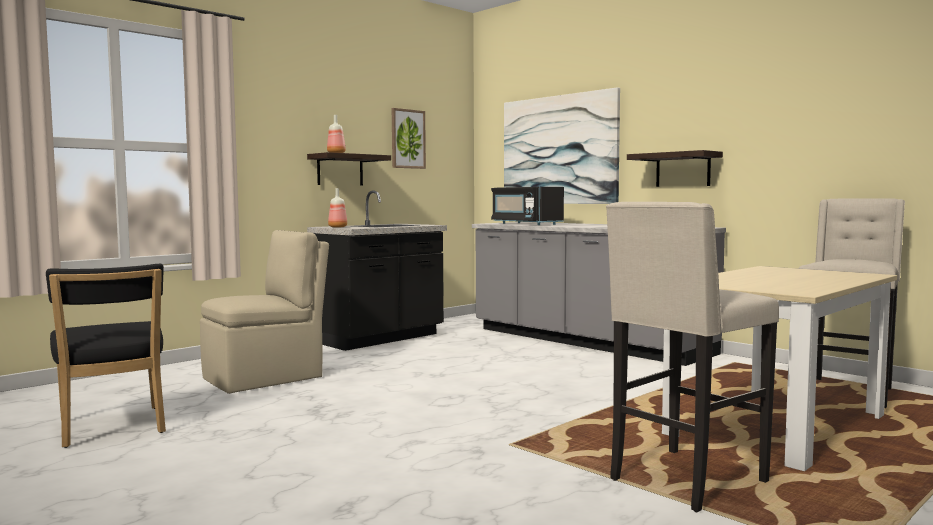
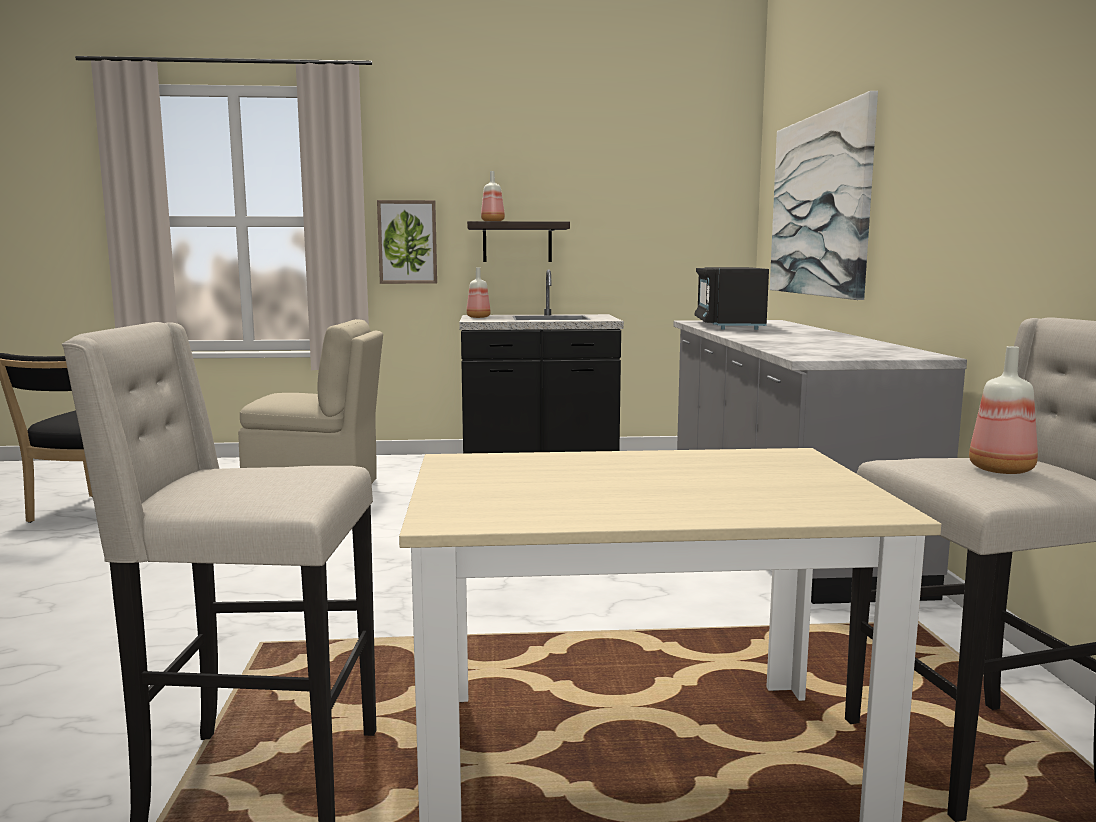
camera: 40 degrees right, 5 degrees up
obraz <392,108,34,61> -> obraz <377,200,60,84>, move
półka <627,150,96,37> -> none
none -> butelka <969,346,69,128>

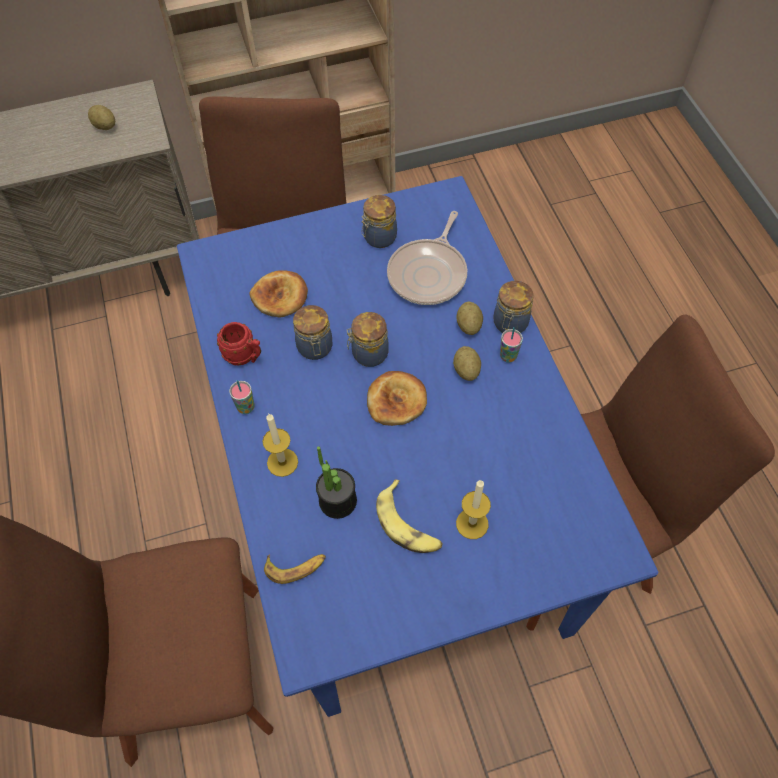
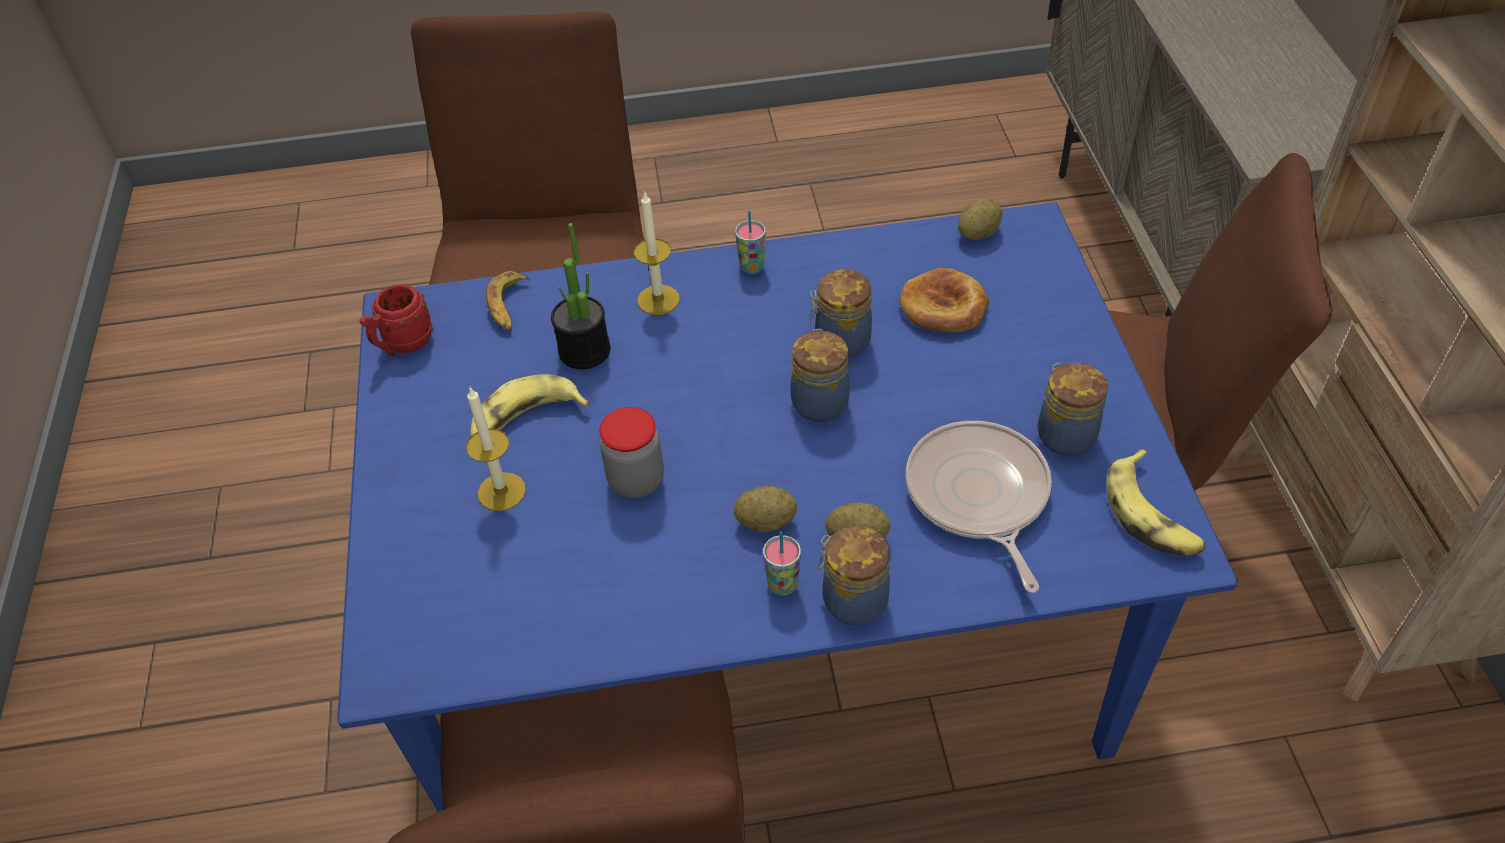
camera: 100 degrees right, 10 degrees down
ziemniak <88,105,27,25> -> ziemniak <958,198,44,42>, move
kubek (czerwony) <217,322,44,43> -> kubek (czerwony) <359,284,74,72>, move
chleb <367,371,60,55> -> none
patelnia <387,211,80,94> -> patelnia <906,421,146,172>, 45 degrees clockwise
none -> słoik <599,407,65,91>
none -> banan <1106,449,100,106>

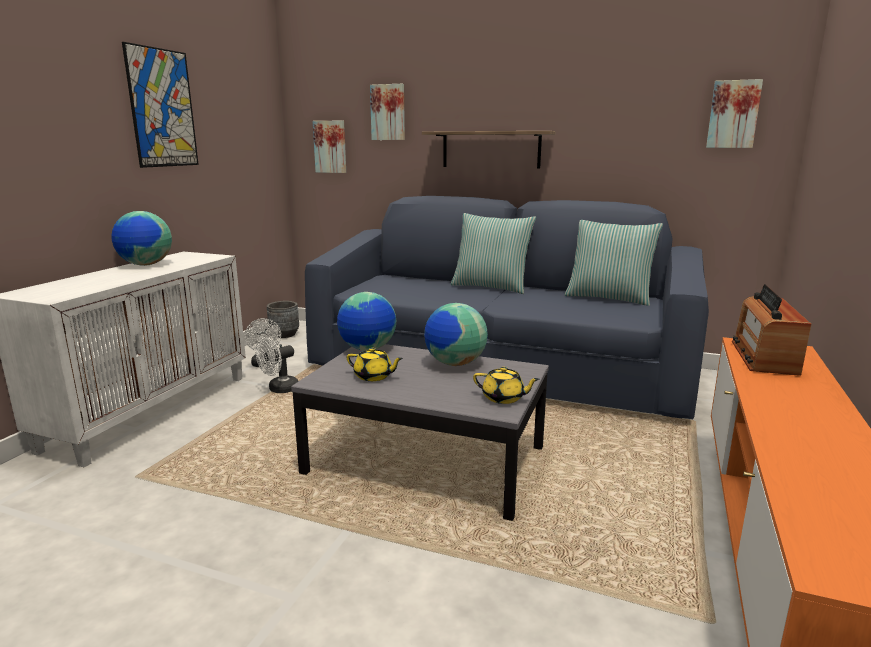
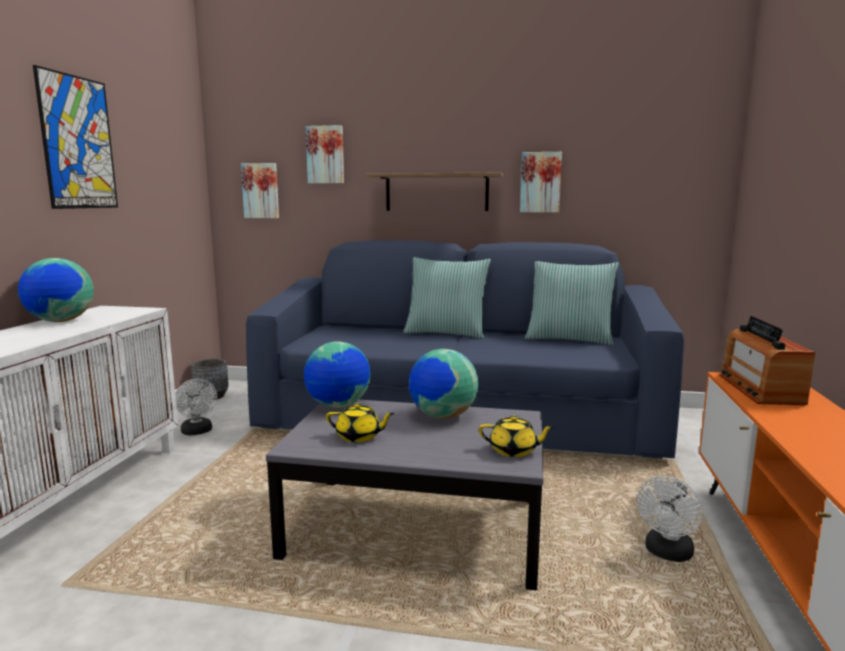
camera: 10 degrees left, 5 degrees down
wentylator (biały) <256,338,43,55> -> wentylator (biały) <637,476,66,86>, move
obraz <706,79,57,69> -> obraz <520,152,42,60>, move

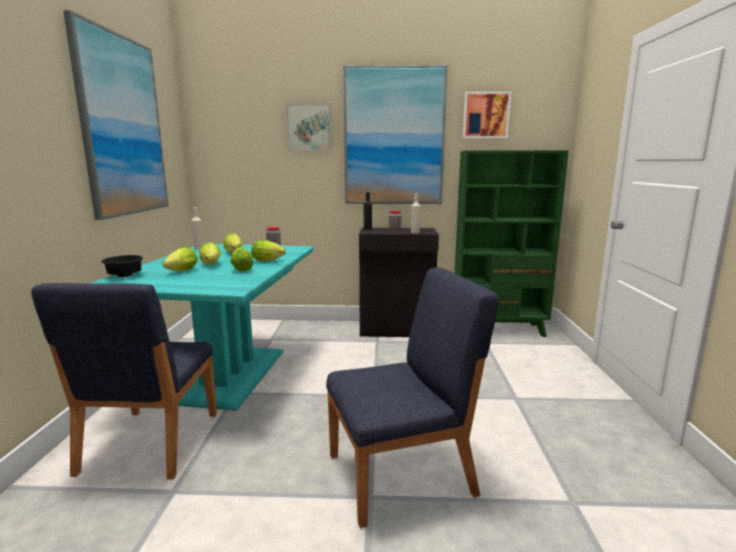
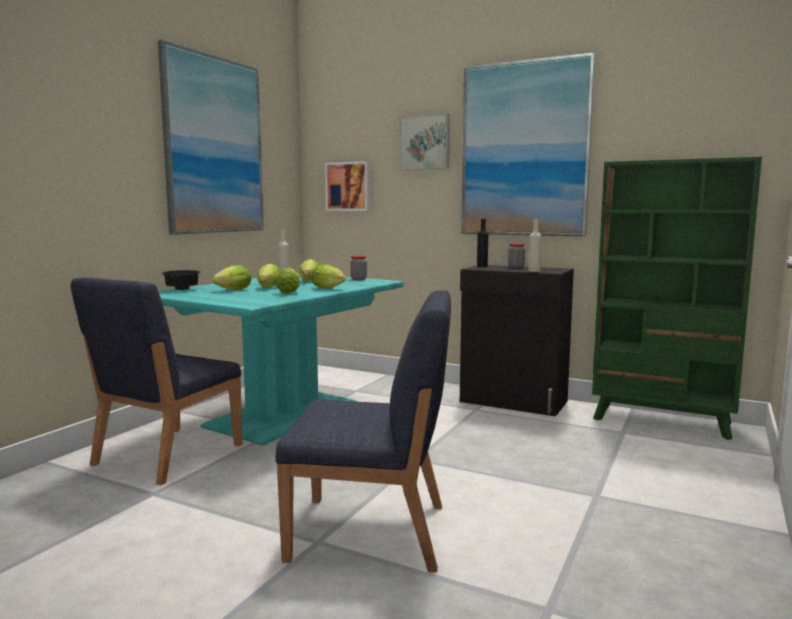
camera: 25 degrees right, 5 degrees down
obraz <463,91,48,47> -> obraz <325,161,45,50>, move

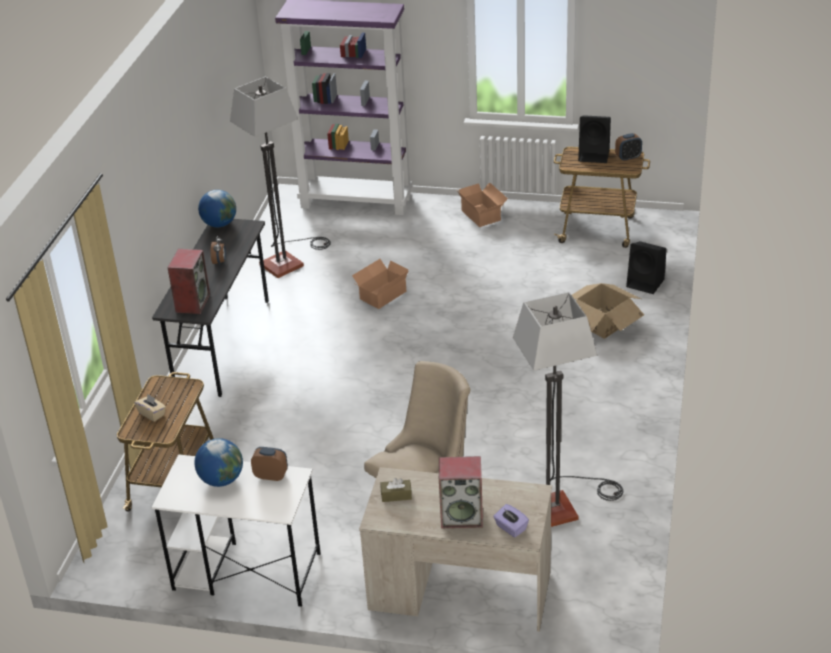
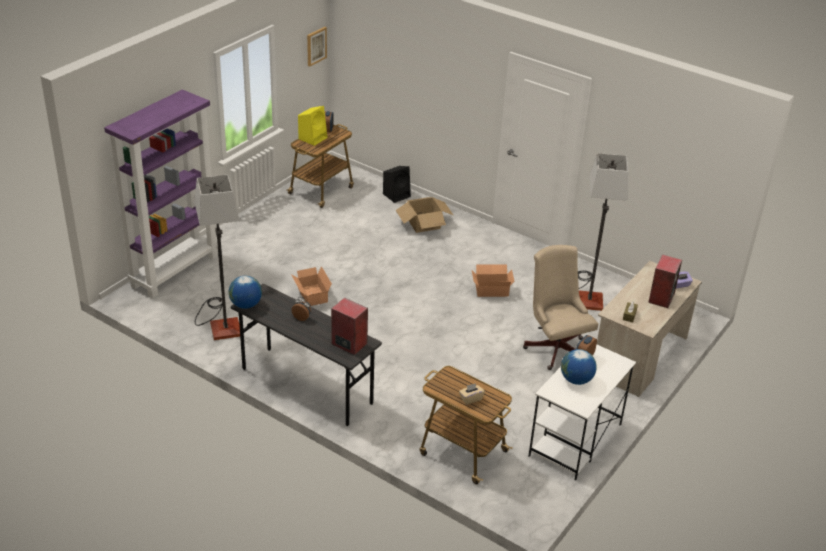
camera: 70 degrees left, 0 degrees up
karton <457,183,51,44> -> karton <472,264,42,33>, move
głośnik (czarny) <578,115,33,48> -> głośnik (żółty) <298,106,30,40>
none -> obraz <307,27,20,40>

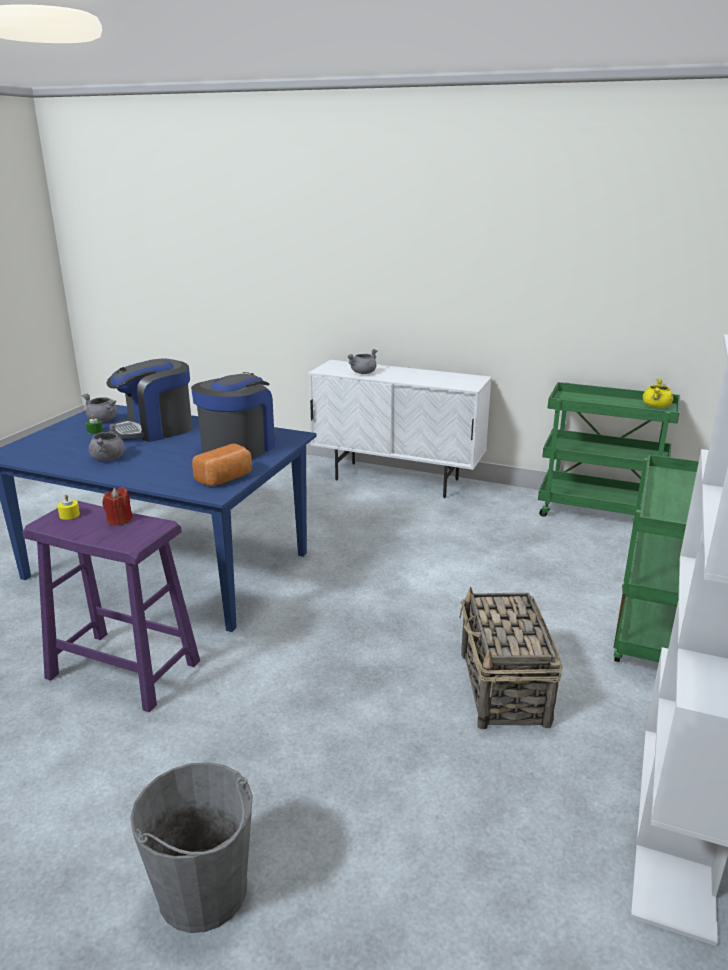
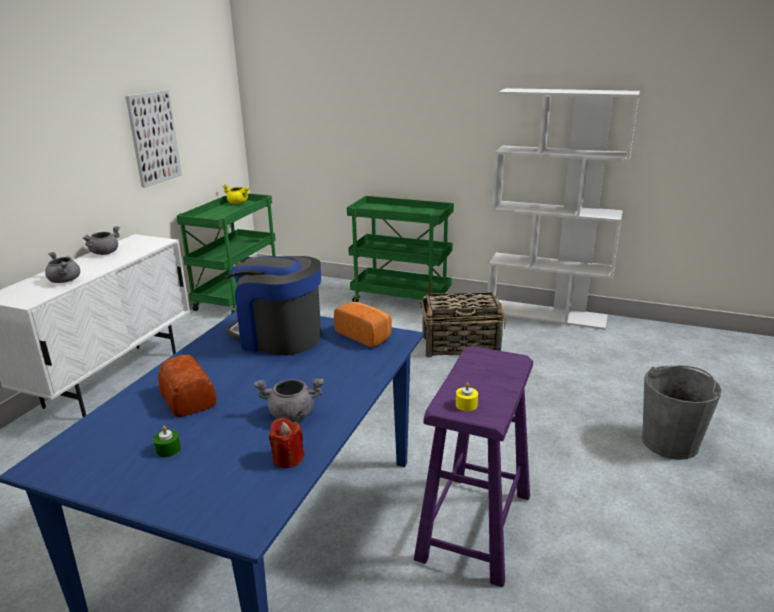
camera: 90 degrees left, 0 degrees up
garnek (szary) <82,393,35,29> -> garnek (szary) <83,226,37,29>, move
świeca (czerwony) <102,487,31,39> -> świeca (czerwony) <269,417,35,51>, move
ekspres do kawy <107,359,85,83> -> chleb <158,355,59,62>
none -> obraz <126,90,56,98>

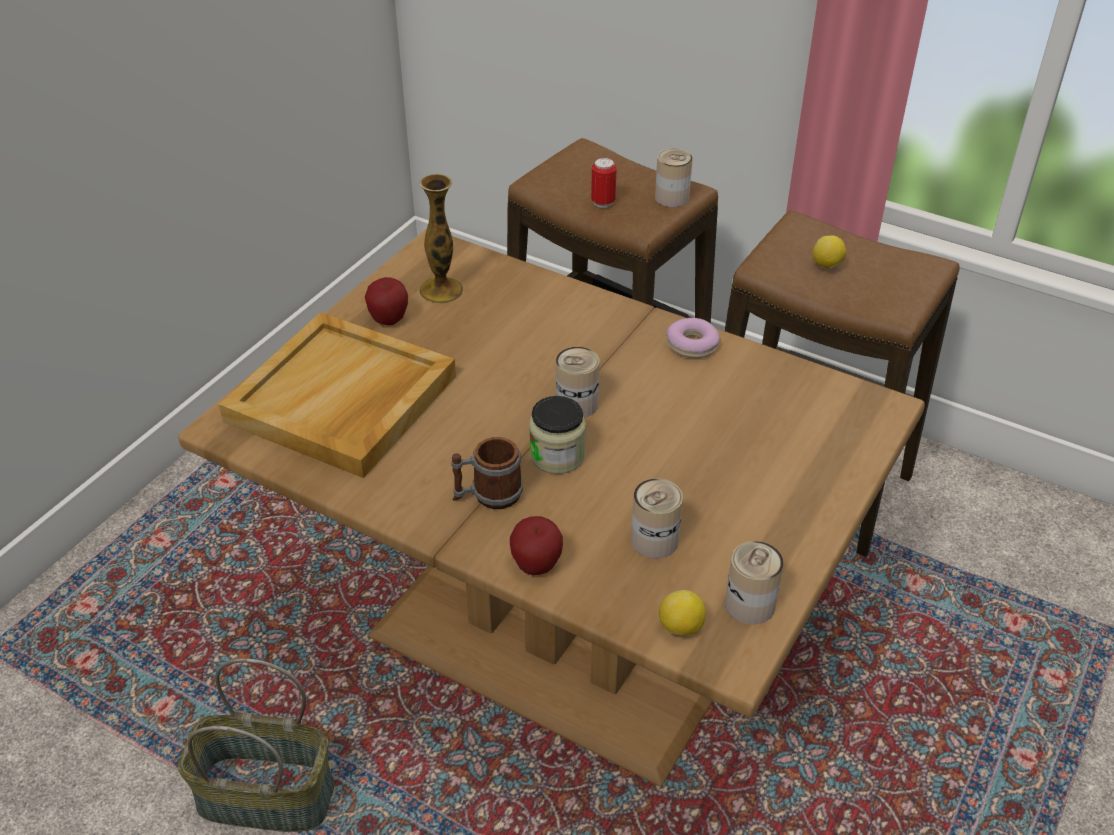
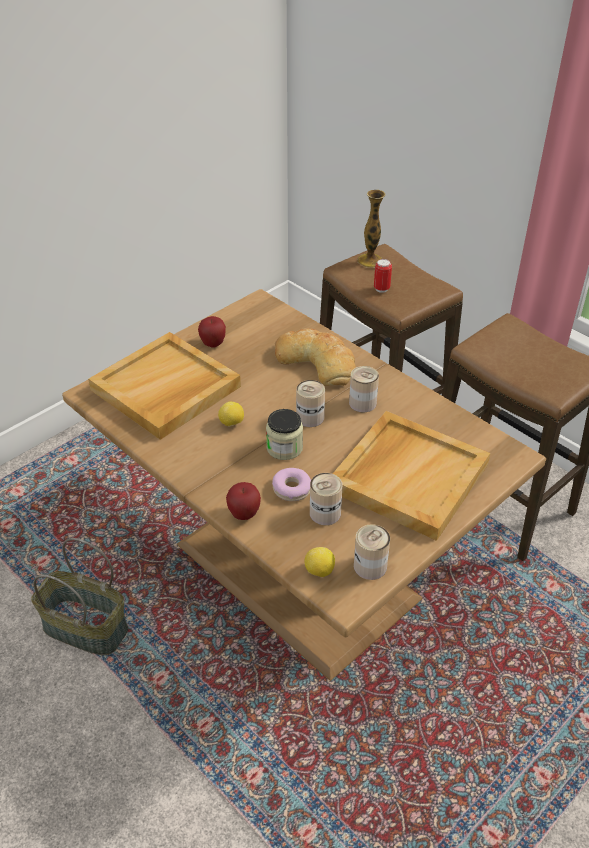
camera: 15 degrees right, 0 degrees up
wazon <419,174,45,130> -> wazon <357,190,29,78>, move
kubek <451,437,72,72> -> none
puszka <655,149,38,58> -> puszka <349,366,30,46>, move
donut <666,318,54,40> -> donut <272,468,39,33>, move
cytryna <812,235,34,33> -> cytryna <218,401,26,26>, move
none -> chleb <275,328,81,58>
none -> taca (beżowy) <333,411,157,130>

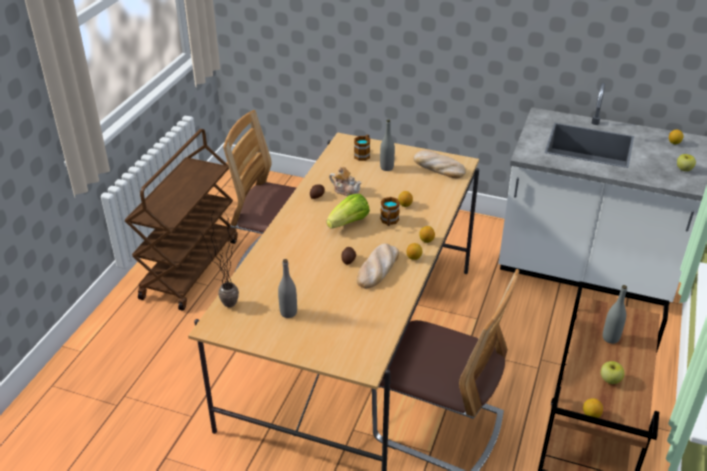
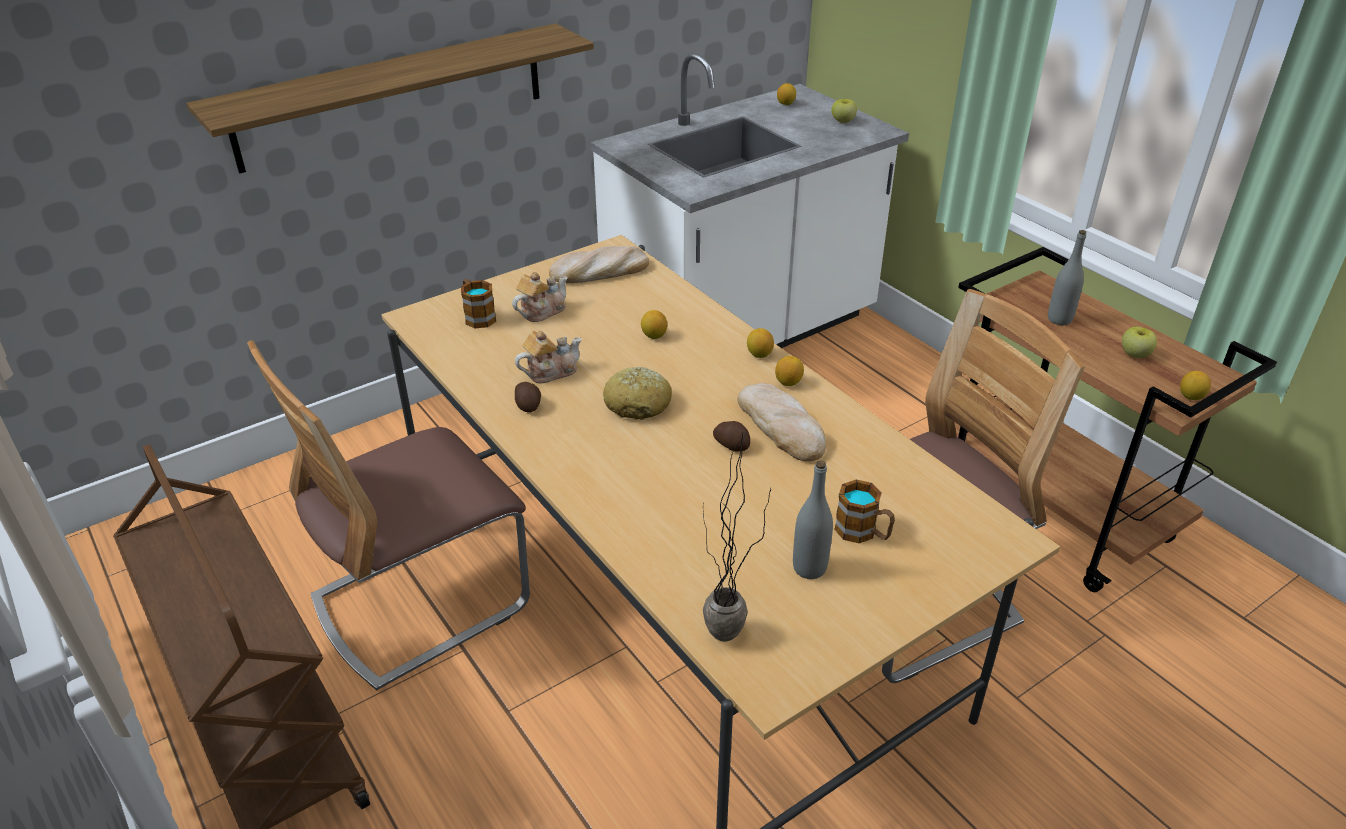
camera: 55 degrees left, 0 degrees up
sałata <327,194,43,35> -> chleb <603,367,69,53>
butelka (szary) <380,119,15,52> -> imbryk <512,272,55,50>
kubek <380,197,20,29> -> kubek <834,480,61,63>, move
none -> półka <186,23,408,151>

